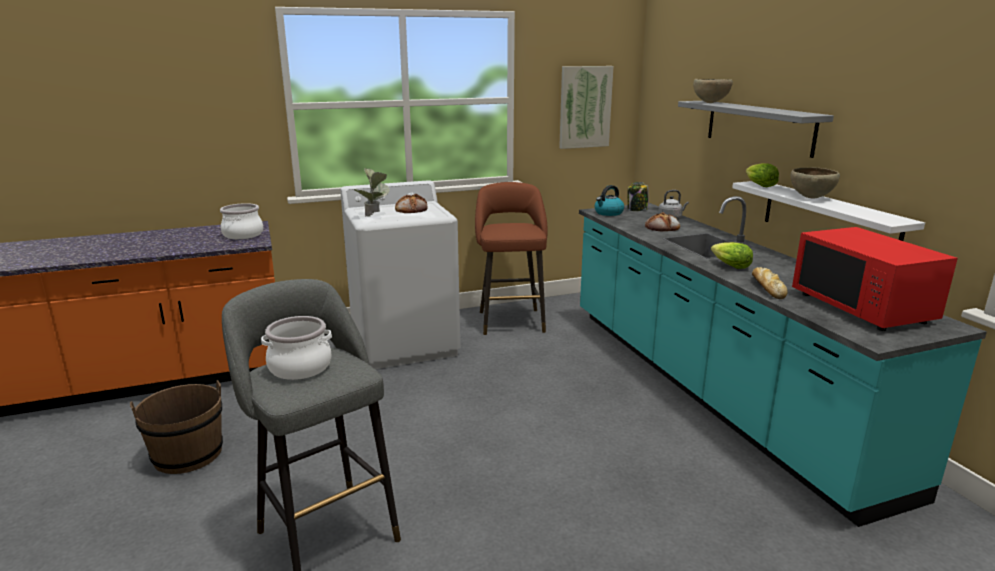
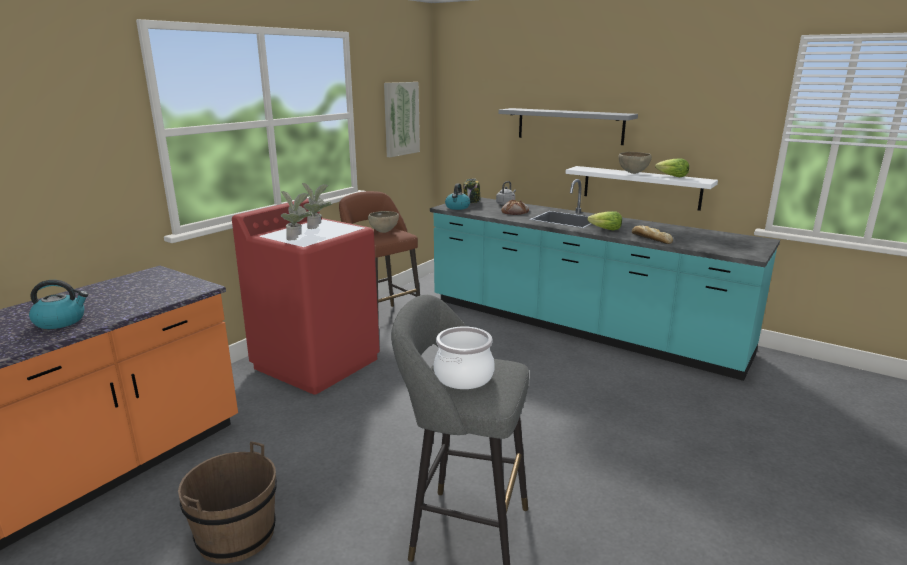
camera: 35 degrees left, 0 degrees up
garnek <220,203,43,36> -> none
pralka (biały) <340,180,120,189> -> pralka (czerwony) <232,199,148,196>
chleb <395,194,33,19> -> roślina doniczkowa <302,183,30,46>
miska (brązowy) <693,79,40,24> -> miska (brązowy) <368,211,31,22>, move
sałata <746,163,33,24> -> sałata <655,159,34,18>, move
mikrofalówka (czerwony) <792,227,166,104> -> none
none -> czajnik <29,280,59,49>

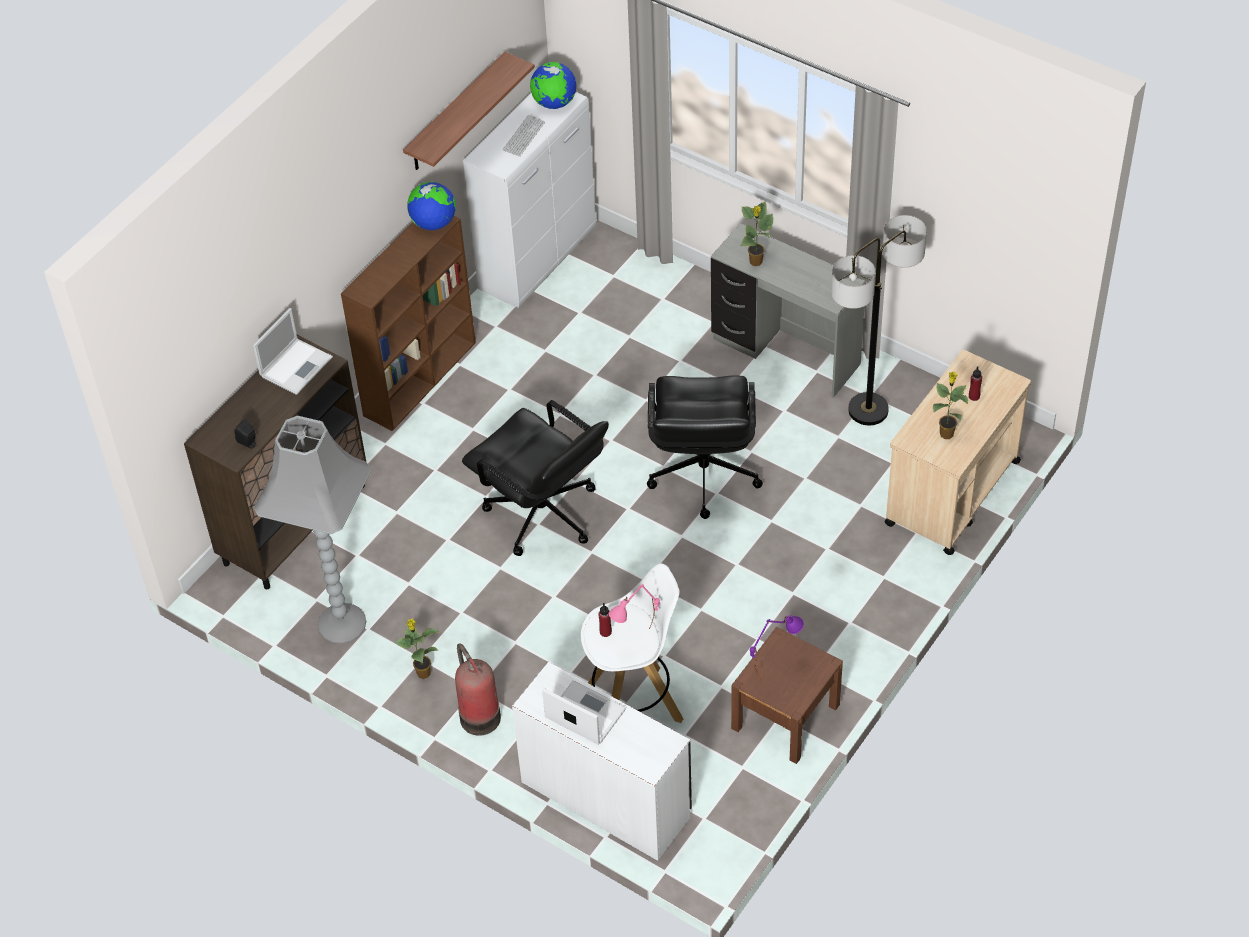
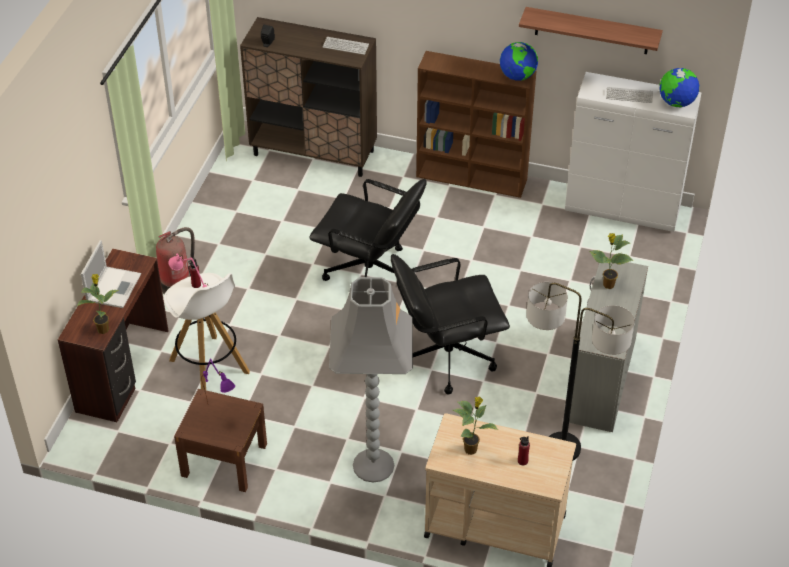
camera: 70 degrees right, 5 degrees down
laptop <253,308,80,87> -> klawiatura <323,37,46,18>
lampa stojąca (szary) <254,416,117,228> -> lampa stojąca (szary) <329,277,84,206>, move
roślina doniczkowa <394,619,45,60> -> roślina doniczkowa <77,274,42,60>, move
krzesło biurowe (czarny) <462,400,147,156> -> krzesło biurowe (czarny) <309,179,118,102>, 90 degrees counterclockwise
biurko (biały) <512,662,180,199> -> biurko (brązowy) <58,249,110,174>

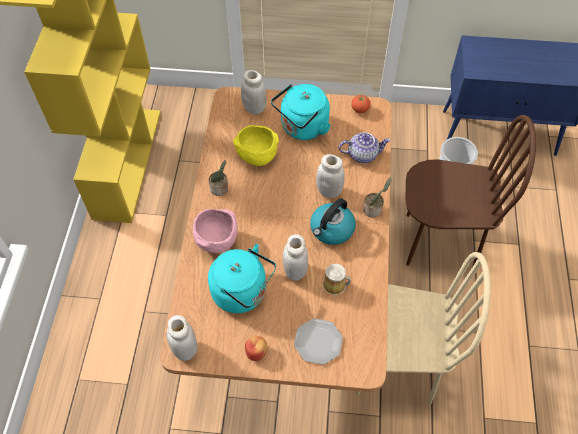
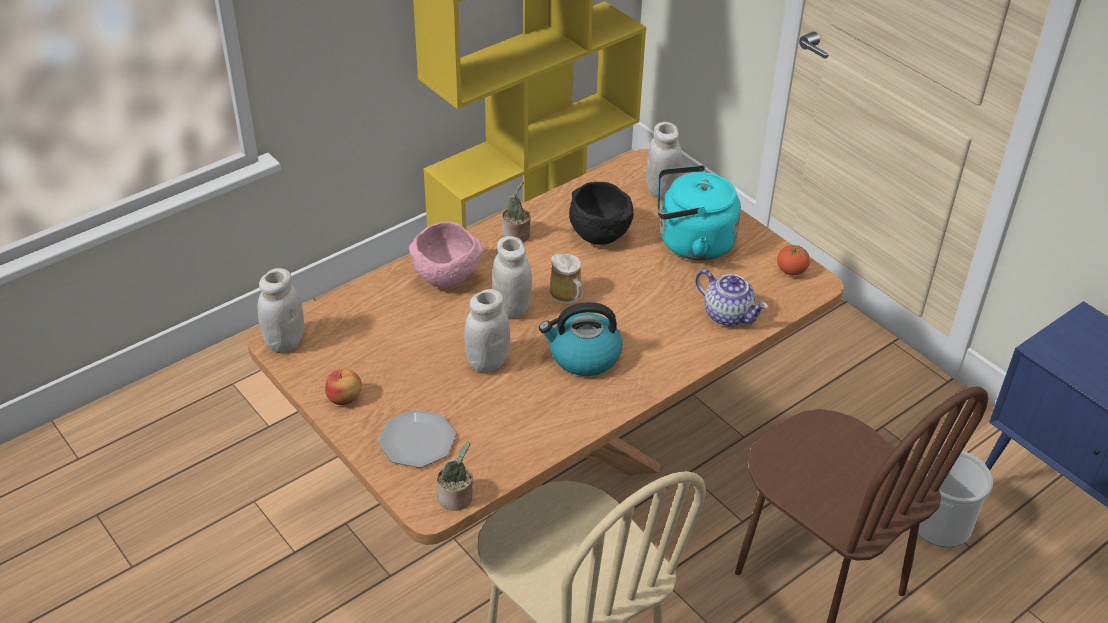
camera: 45 degrees right, 15 degrees down
czajnik (turkusowy) <208,244,68,69> -> none
miska (żółty) <233,125,46,41> -> miska (czarny) <569,182,65,63>
słoik (biały) <316,154,29,44> -> słoik (biały) <492,236,40,82>, move
kubek <323,264,28,31> -> kubek <548,254,35,50>, move
roślina doniczkowa <363,177,28,40> -> roślina doniczkowa <437,442,36,69>, move

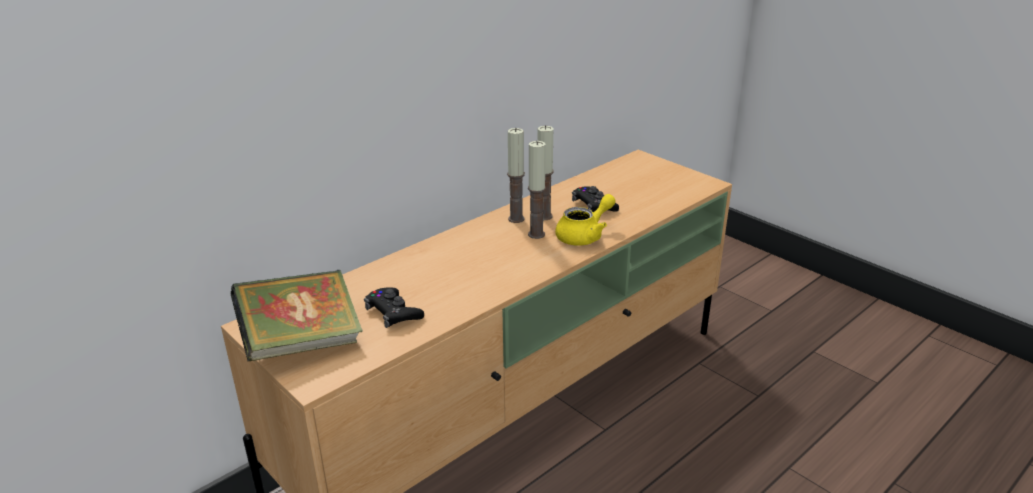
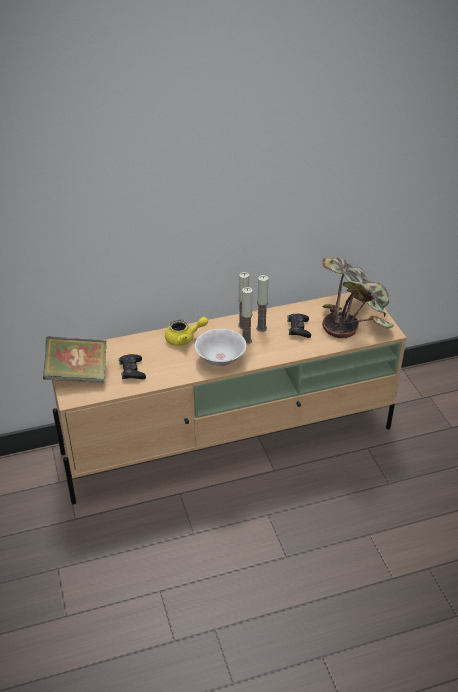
camera: 25 degrees right, 10 degrees up
imbryk (żółty) <555,194,61,52> -> imbryk (żółty) <165,317,43,29>, move
none -> miska (biały) <195,329,52,37>
none -> roślina doniczkowa <322,257,72,81>

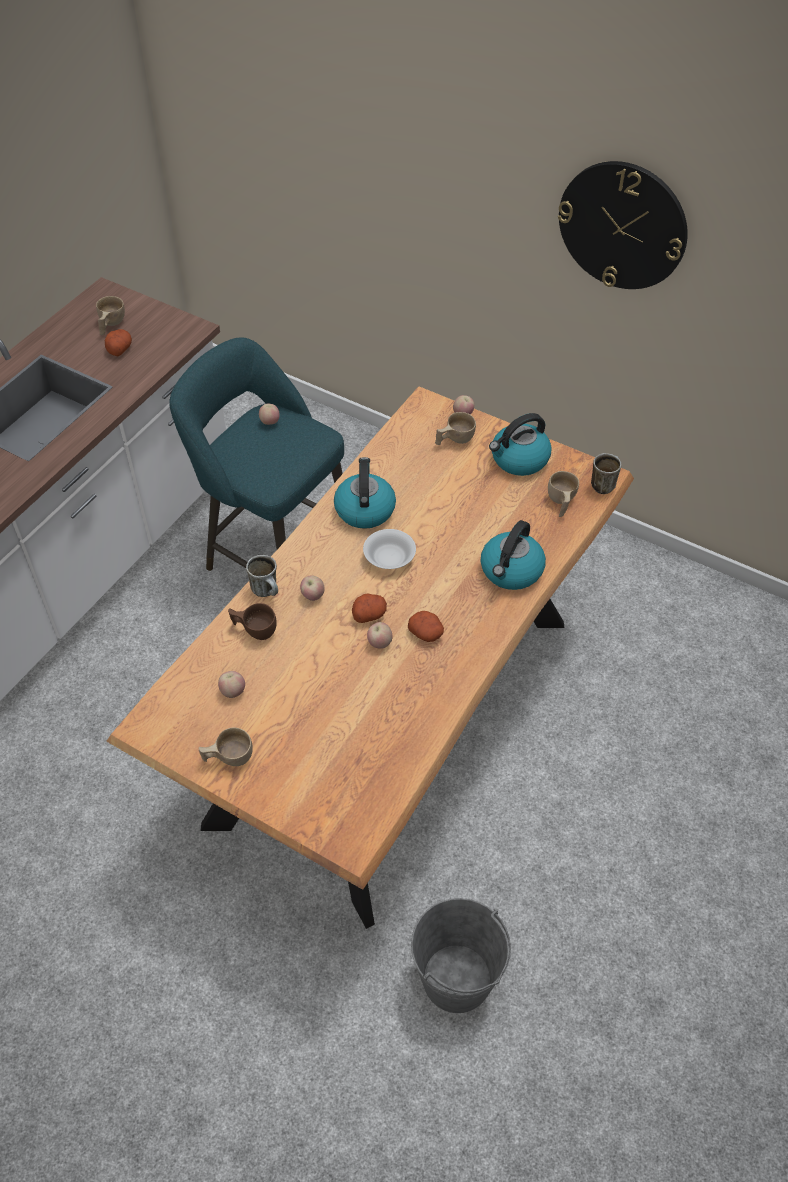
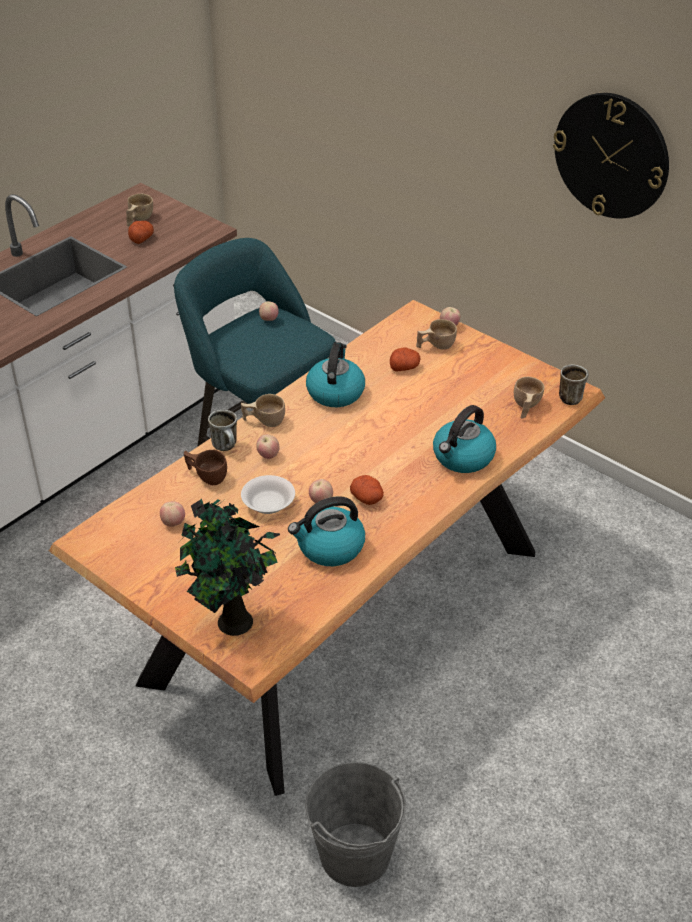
camera: 10 degrees right, 10 degrees down
filiżanka (beżowy) <199,727,54,39> -> filiżanka (beżowy) <241,394,44,33>, move
ziemniak <352,593,35,30> -> ziemniak <390,347,30,24>, move
miska (biały) <363,529,53,40> -> miska (biały) <241,475,54,39>, move
czajnik <489,413,63,63> -> czajnik <288,496,77,70>, move
none -> roślina doniczkowa <175,499,105,137>

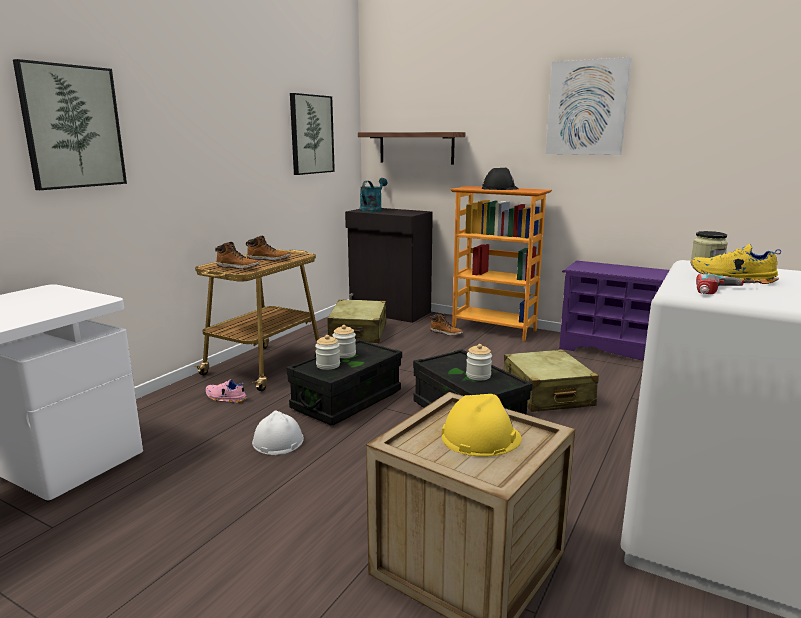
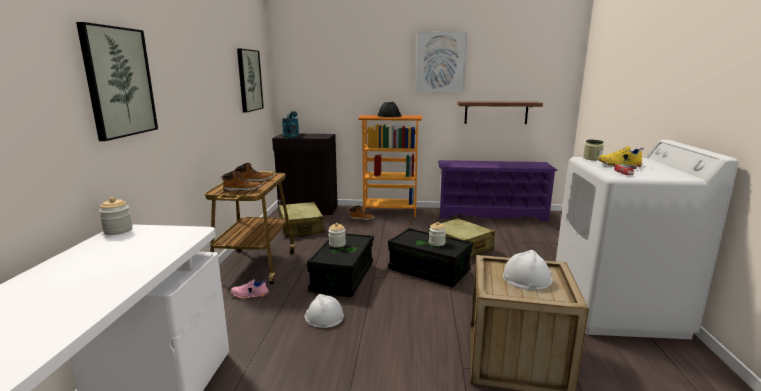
camera: 25 degrees left, 0 degrees up
słoik <315,335,25,35> -> słoik <99,197,34,38>, move
półka <358,132,107,32> -> półka <457,101,86,23>, move
kask (żółty) <442,394,80,63> -> kask (biały) <503,250,50,40>

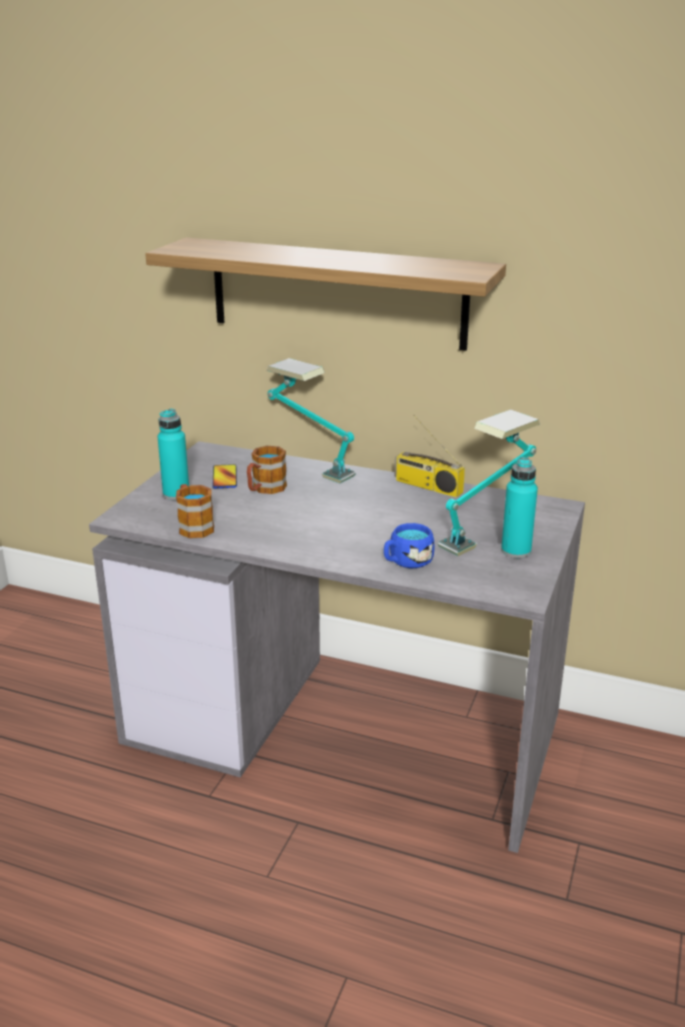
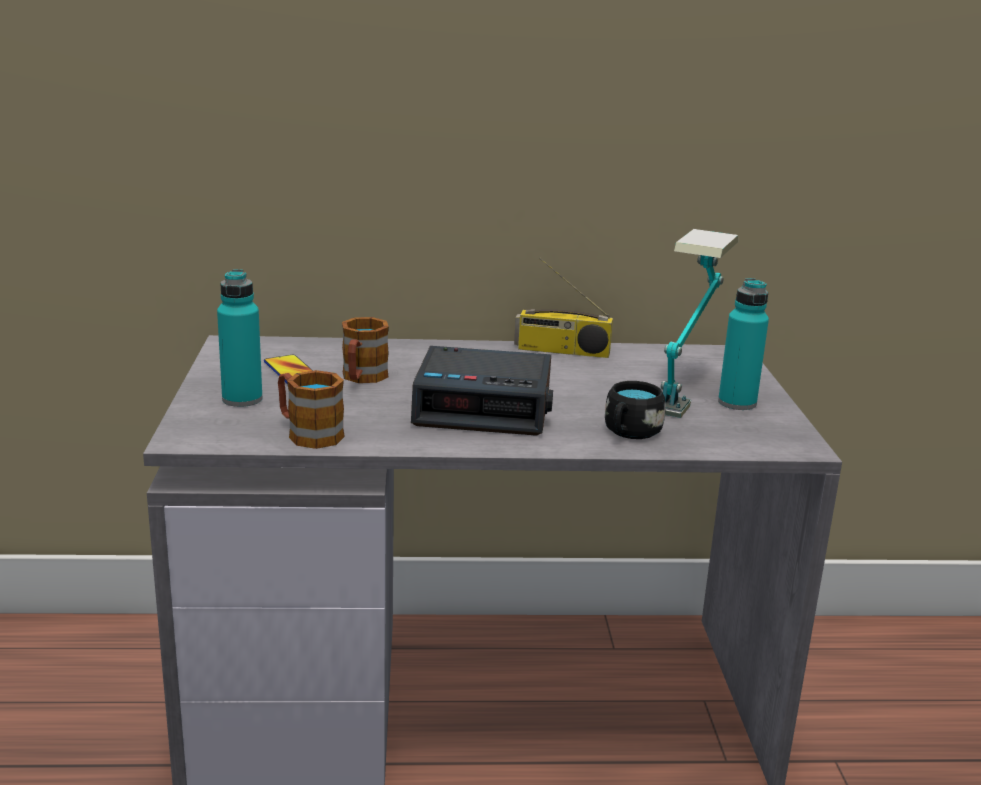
camera: 25 degrees left, 5 degrees down
półka <145,238,361,113> -> none
lampa stołowa <266,358,90,125> -> none
kubek (niebieski) <384,523,50,45> -> kubek (czarny) <605,381,61,58>
none -> budzik <411,346,142,90>

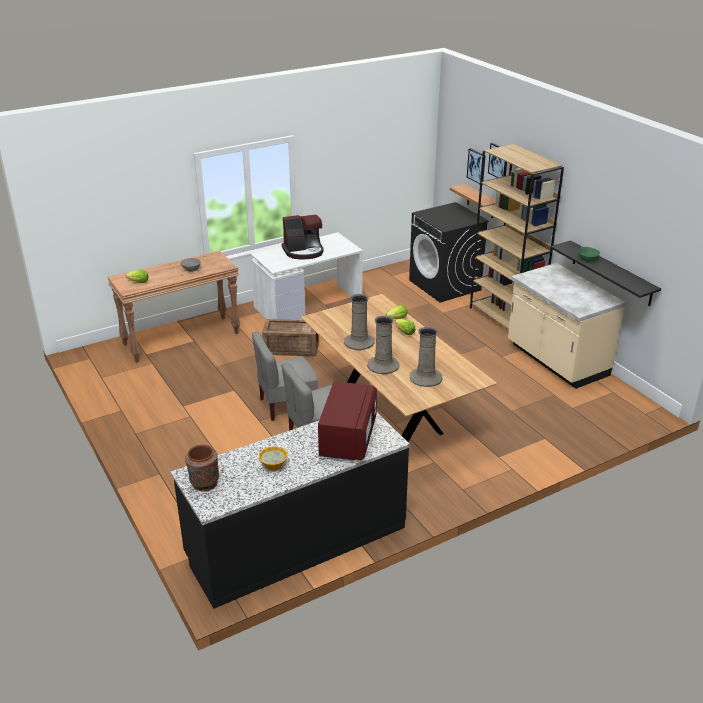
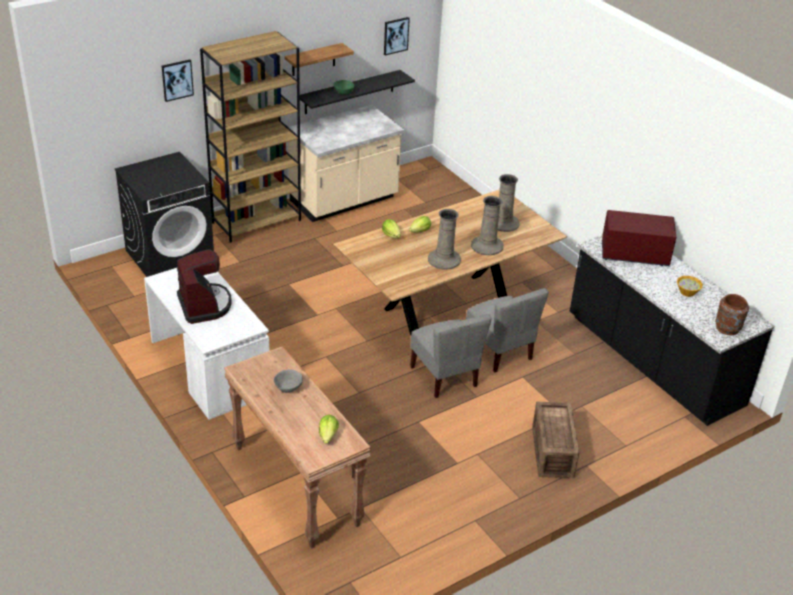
camera: 95 degrees left, 5 degrees up
skrzynka <262,319,57,38> -> skrzynka <532,402,47,76>, move
półka <450,184,46,34> -> półka <284,43,70,33>, move
obraz <467,148,19,37> -> obraz <384,17,26,38>, move

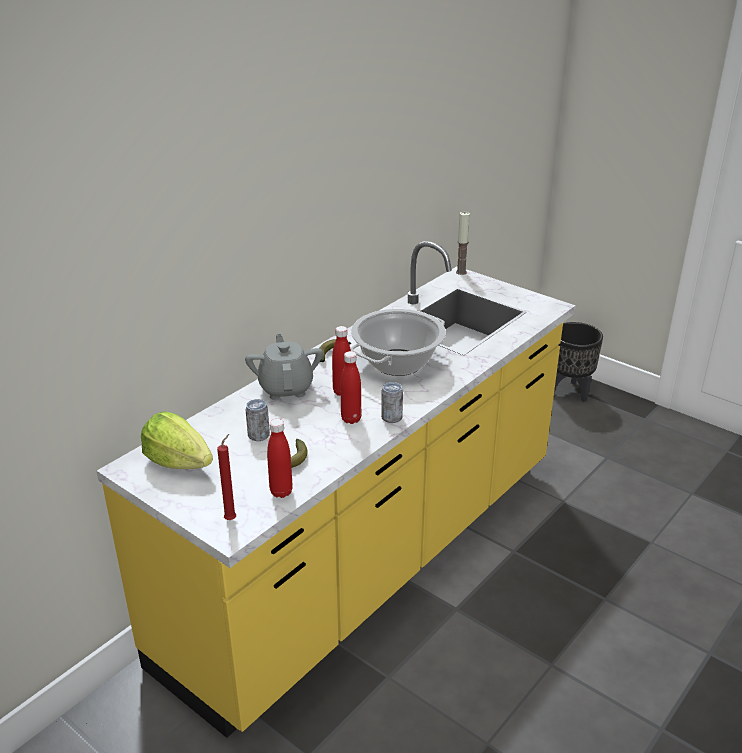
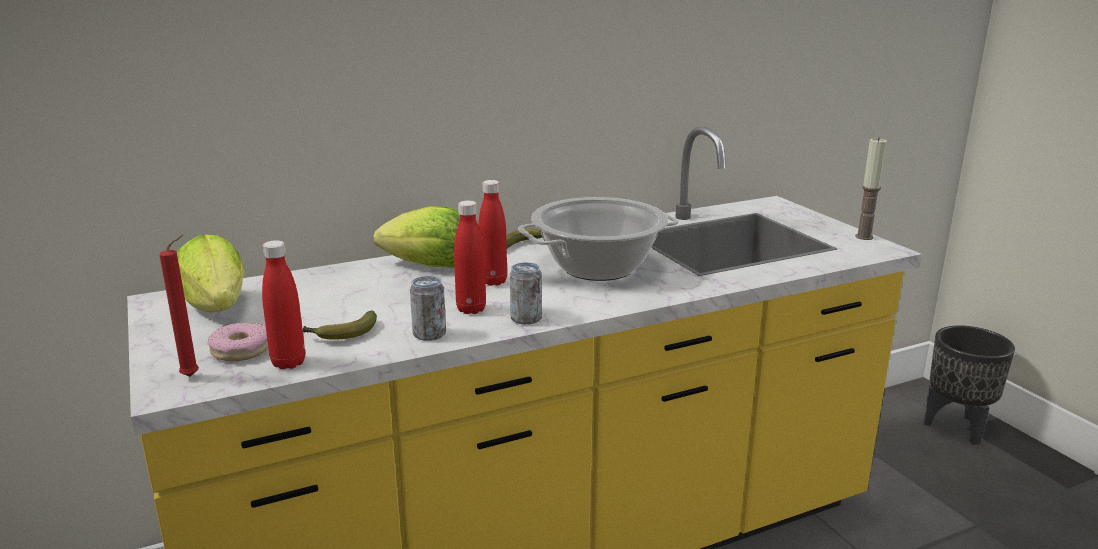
camera: 25 degrees right, 10 degrees down
imbryk (szary) <245,333,78,67> -> sałata <374,206,86,61>
puszka <246,399,24,42> -> puszka <410,276,36,65>, move
świeca <456,212,14,63> -> świeca <855,137,32,103>, move
none -> donut <207,323,61,38>

